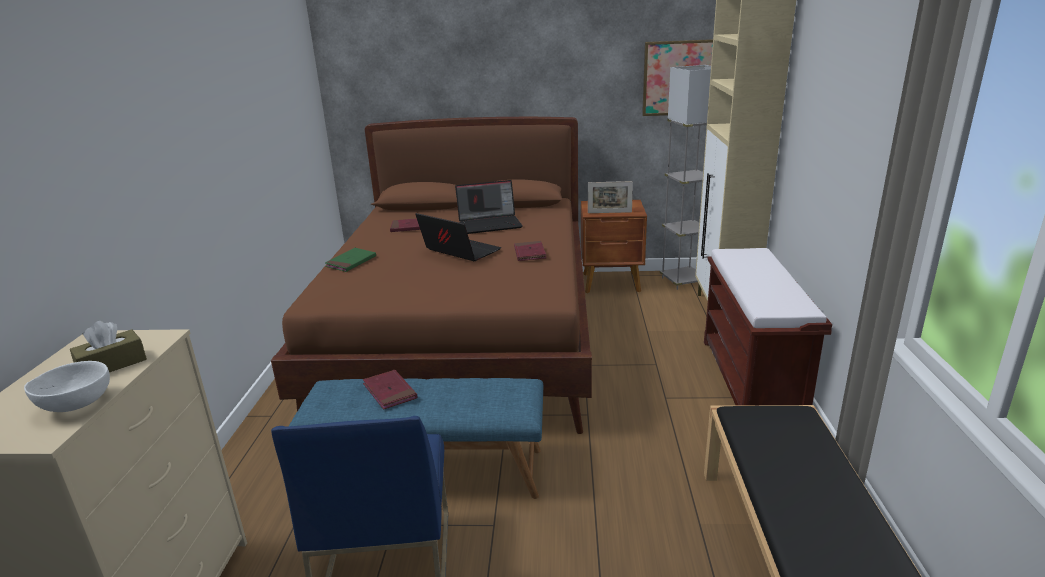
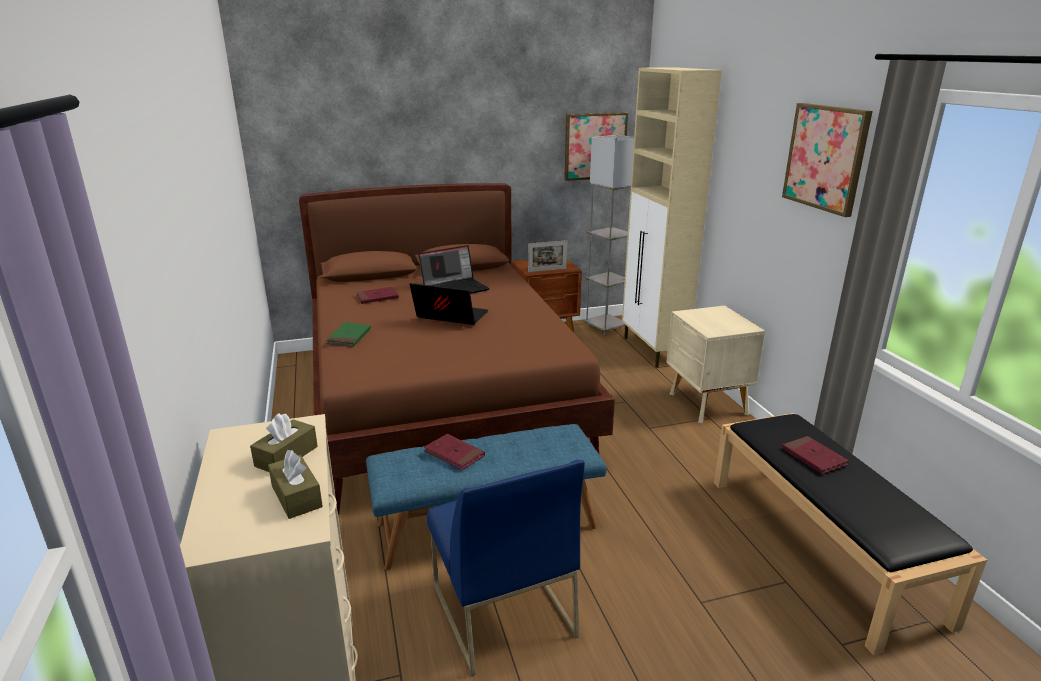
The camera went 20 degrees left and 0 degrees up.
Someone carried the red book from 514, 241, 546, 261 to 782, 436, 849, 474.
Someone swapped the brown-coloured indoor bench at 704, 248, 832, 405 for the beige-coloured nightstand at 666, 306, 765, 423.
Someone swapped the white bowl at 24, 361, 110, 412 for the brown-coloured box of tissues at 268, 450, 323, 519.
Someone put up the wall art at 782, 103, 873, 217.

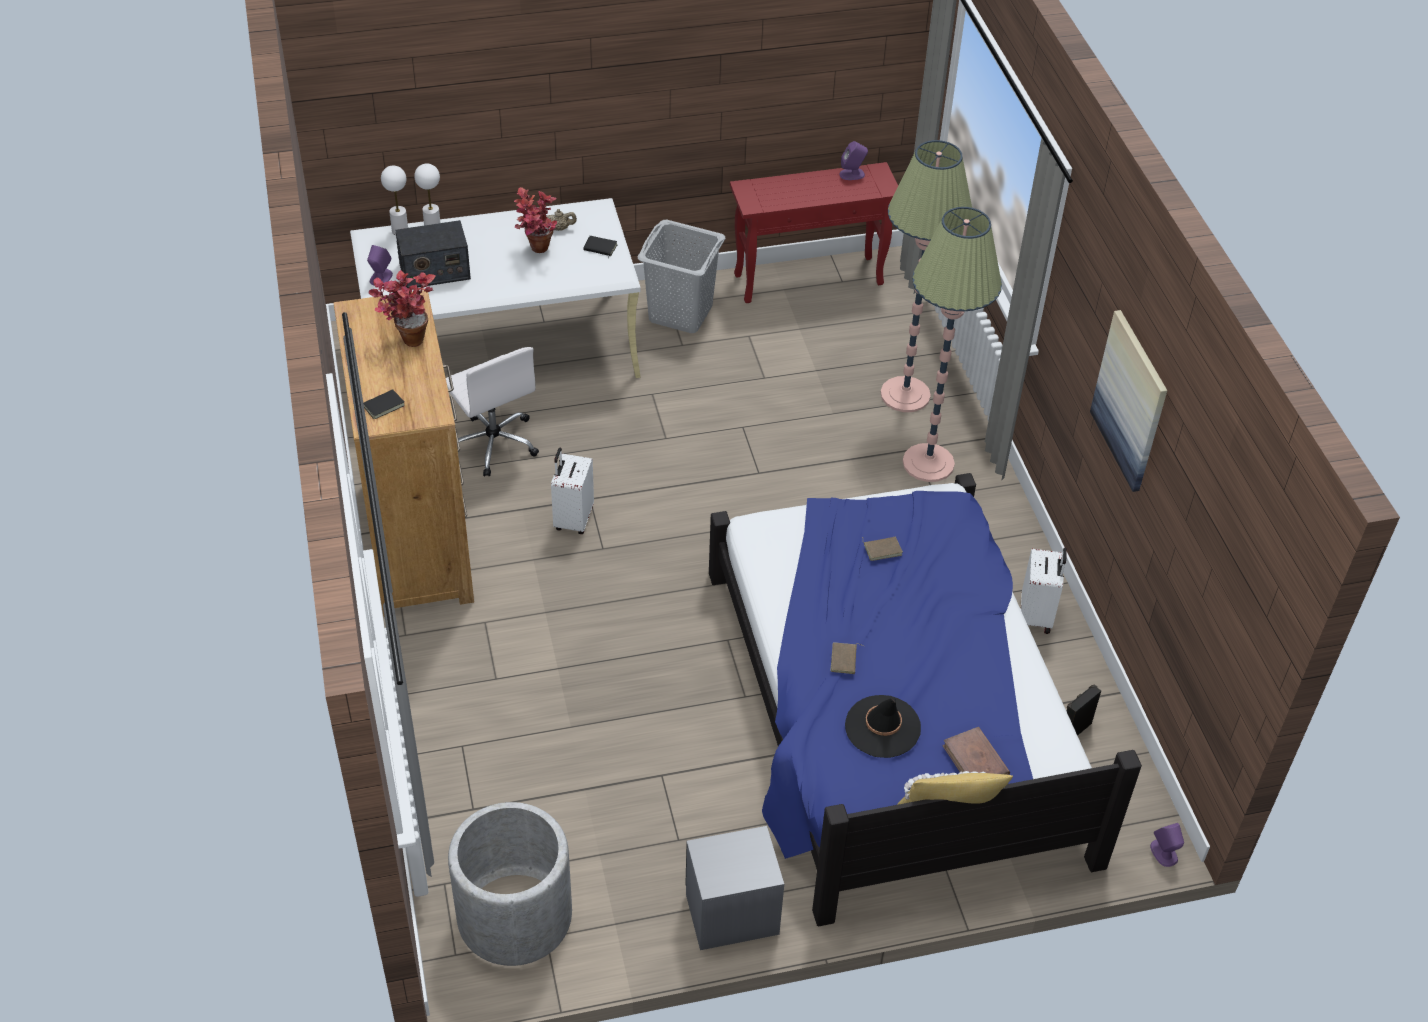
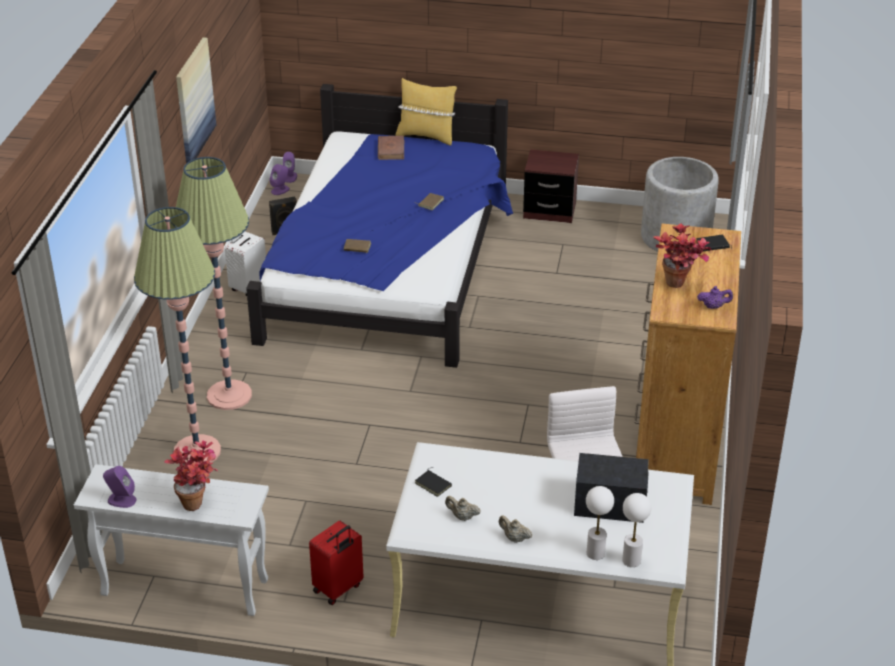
The camera went 155 degrees left and 10 degrees down.
Someone repainted the red hall table at 730, 162, 898, 303, which became the white hall table at 74, 464, 269, 616.
Someone carried the plant in a pot from 514, 187, 557, 253 to 164, 440, 218, 511.
Someone swapped the greyish laundry basket at 638, 220, 725, 333 for the red piece of luggage at 309, 521, 363, 605.
Someone carried the purple loudspeaker from 367, 245, 393, 285 to 269, 164, 290, 195.
Someone took away the white piece of luggage at 551, 448, 594, 534.
Someone took away the black hat at 845, 695, 921, 758.
Someone repainted the greyish nightstand at 685, 826, 784, 950, which became the brown-coloured nightstand at 523, 149, 579, 223.
Someone put down the purple tea pot at 697, 286, 733, 309.
Someone put down the beige-coloured tea pot at 499, 515, 532, 543.

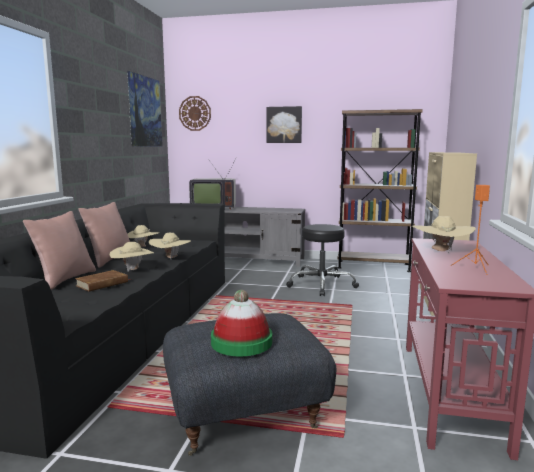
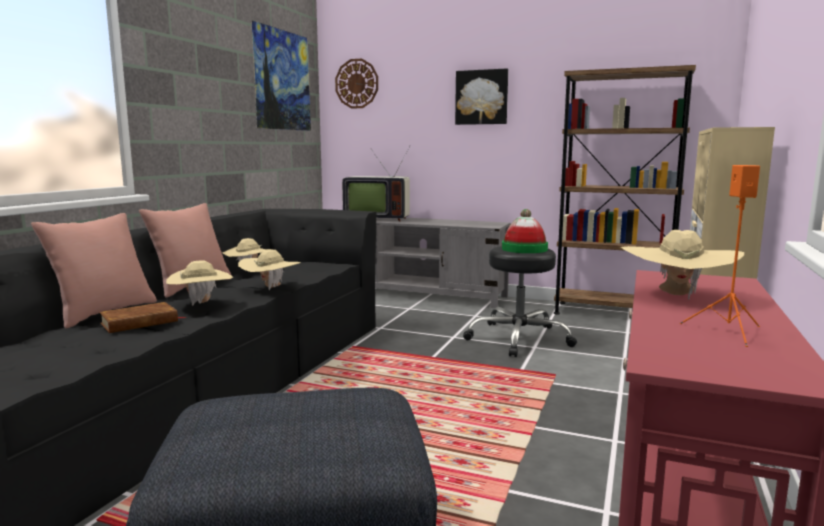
The camera went 10 degrees right and 0 degrees up.
Someone carried the hat from 211, 290, 272, 357 to 502, 209, 548, 253.

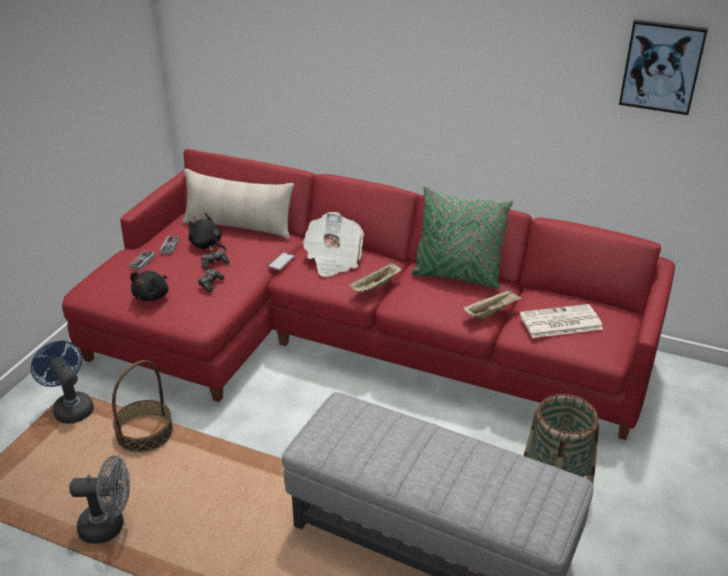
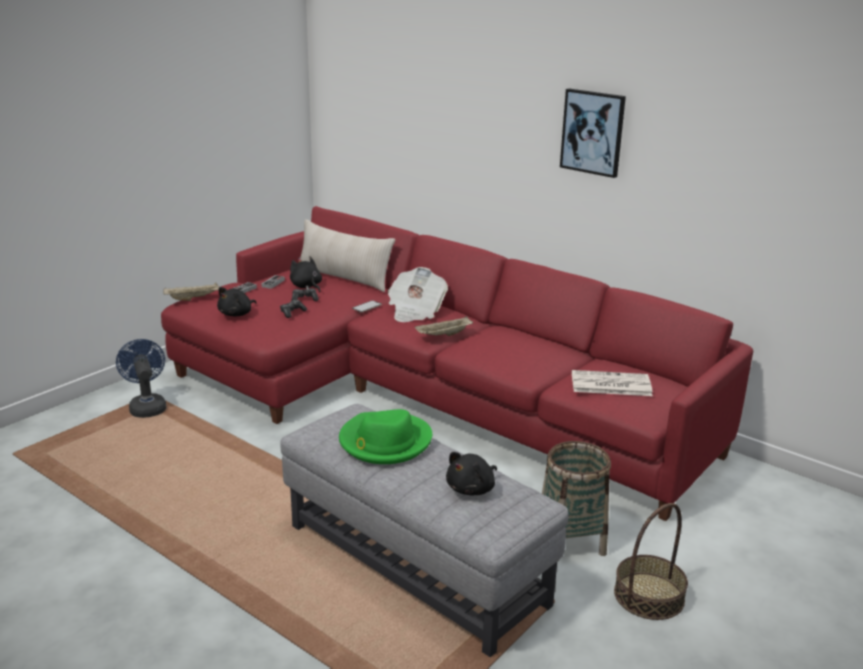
The camera went 15 degrees right and 10 degrees down.
Someone carried the wall art from 619, 19, 708, 115 to 560, 89, 626, 178.
Someone took away the green-coloured throw pillow at 411, 186, 513, 289.
Someone carried the beige-coloured tray from 463, 288, 523, 318 to 163, 283, 219, 301.
Someone carried the storage basket from 112, 360, 173, 453 to 614, 503, 688, 620.
Someone took away the greyish electric fan at 69, 455, 130, 544.
Someone put down the green-coloured hat at 339, 409, 432, 464.
Someone put down the black cuddly toy at 446, 452, 497, 495.

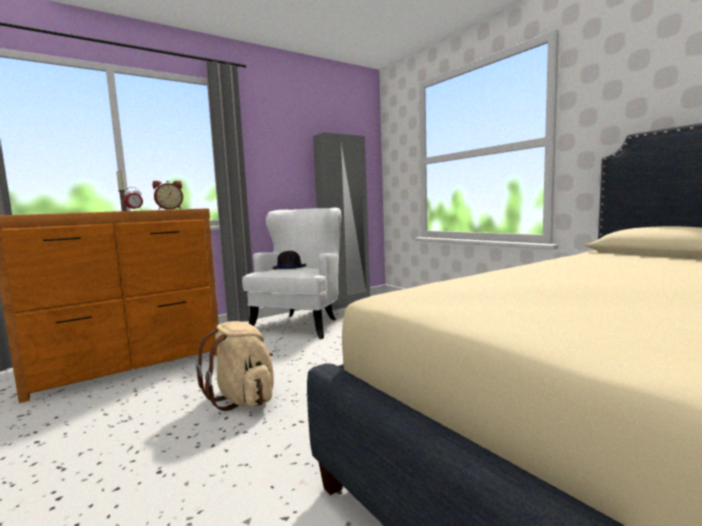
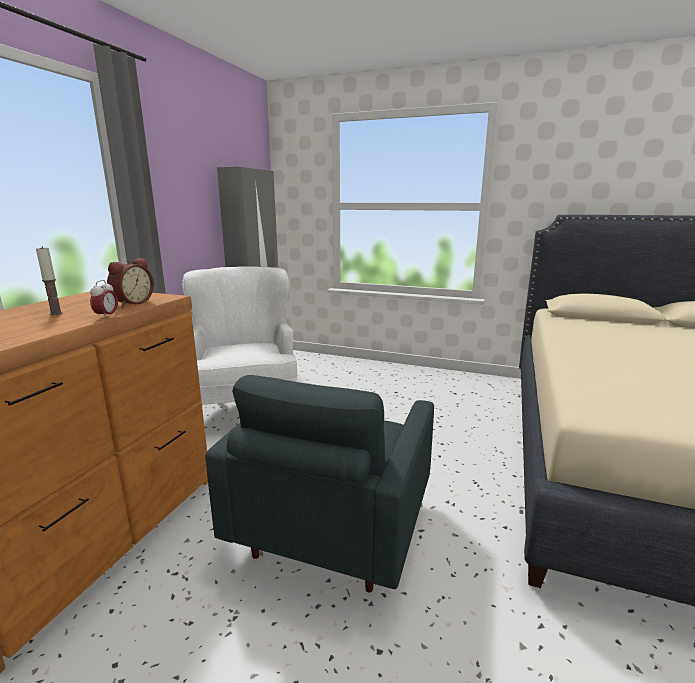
The camera went 35 degrees left and 10 degrees up.
Someone took away the black hat at 273, 251, 307, 270.
Someone swapped the beige-coloured rucksack at 196, 321, 274, 411 for the greyish armchair at 205, 375, 434, 592.

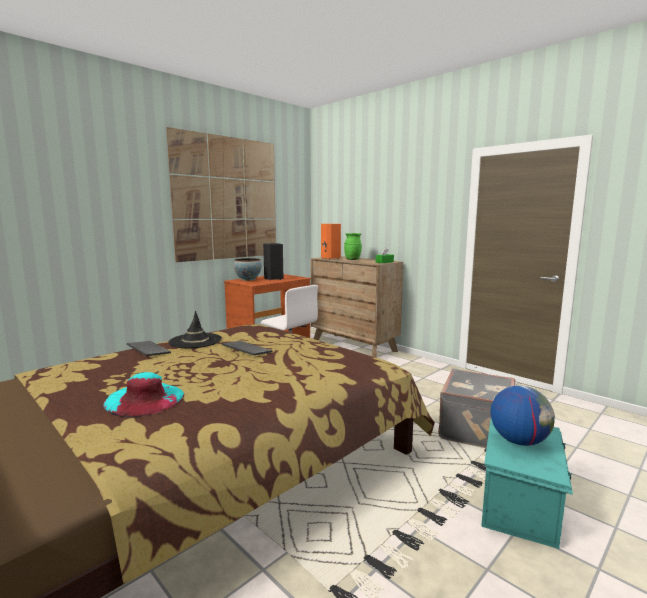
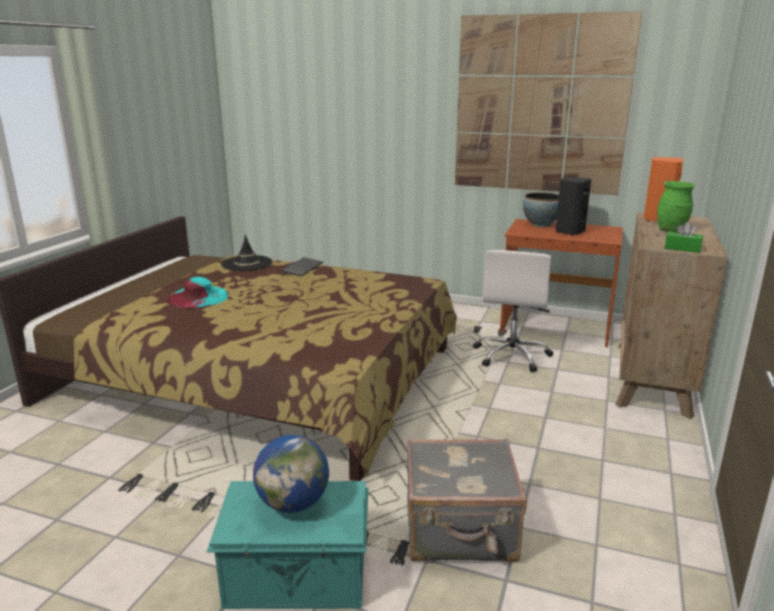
The camera went 65 degrees right and 10 degrees up.
Someone carried the black hat from 168, 311, 222, 348 to 221, 234, 272, 271.
Someone took away the keyboard at 222, 341, 273, 355.

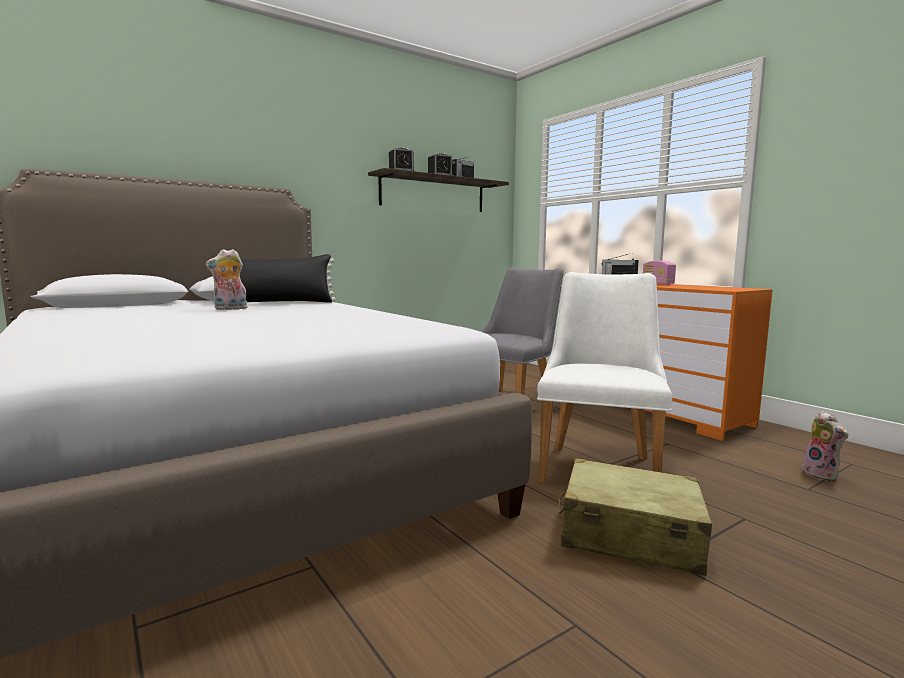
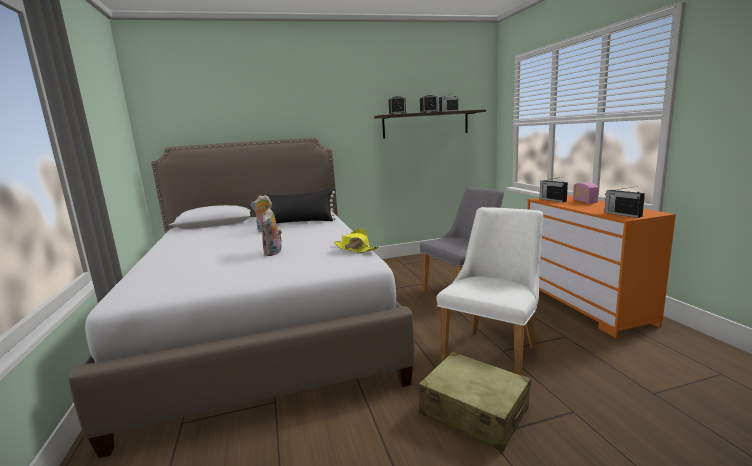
The camera went 20 degrees right and 5 degrees up.
Someone carried the cuddly toy from 802, 411, 849, 481 to 262, 208, 283, 256.
Someone put down the radio set at 605, 186, 645, 218.
Someone put down the yellow-coloured hat at 334, 228, 379, 253.

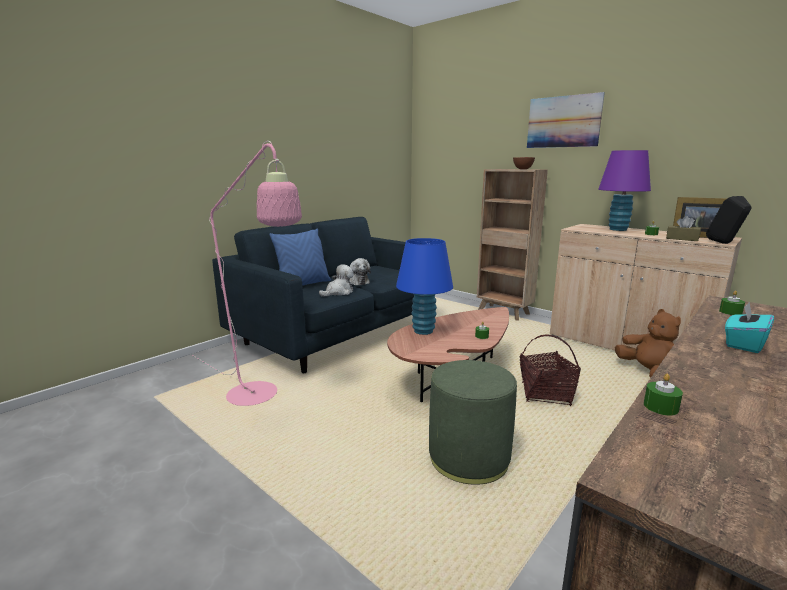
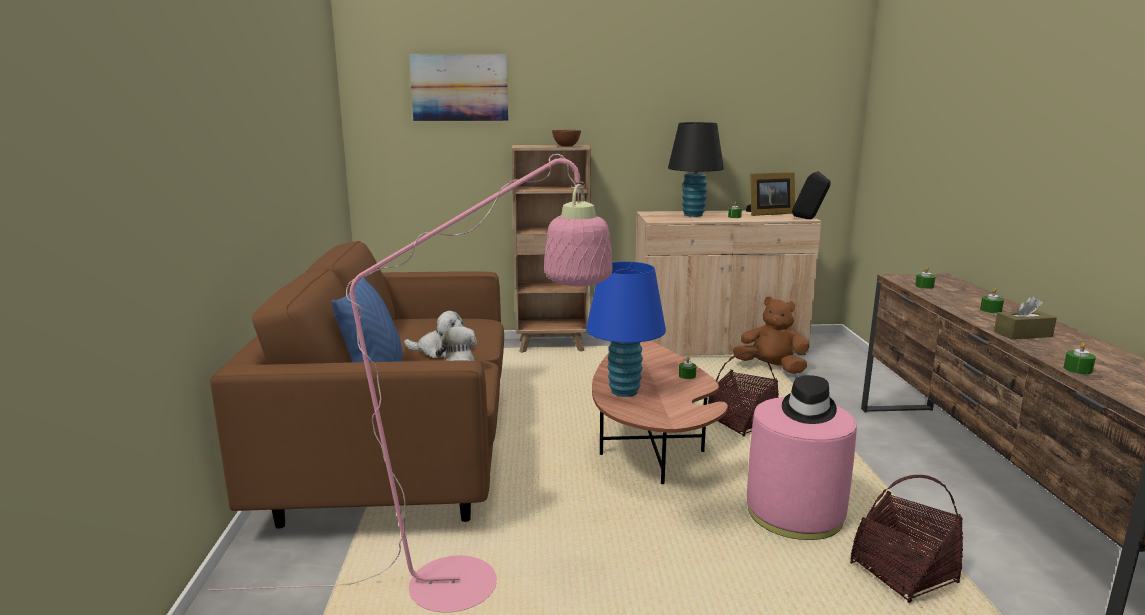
The camera went 45 degrees left and 0 degrees up.
Someone carried the wall art from 527, 92, 605, 148 to 409, 55, 508, 121.
Someone repainted the purple table lamp at 598, 150, 651, 231, which became the black table lamp at 668, 122, 724, 217.
Someone carried the brown-coloured box of tissues from 666, 216, 701, 241 to 994, 296, 1057, 339.
Someone repainted the blue-coloured couch at 212, 217, 414, 373, which became the brown-coloured couch at 210, 241, 504, 528.
Someone swapped the turquoise-coloured box of tissues at 725, 302, 774, 353 for the green-coloured wax light at 980, 288, 1004, 313.
Someone repainted the green-coloured footrest at 429, 360, 517, 485, which became the pink-coloured footrest at 747, 397, 857, 540.
Someone put down the black hat at 782, 375, 837, 424.
Someone put down the storage basket at 850, 475, 963, 603.

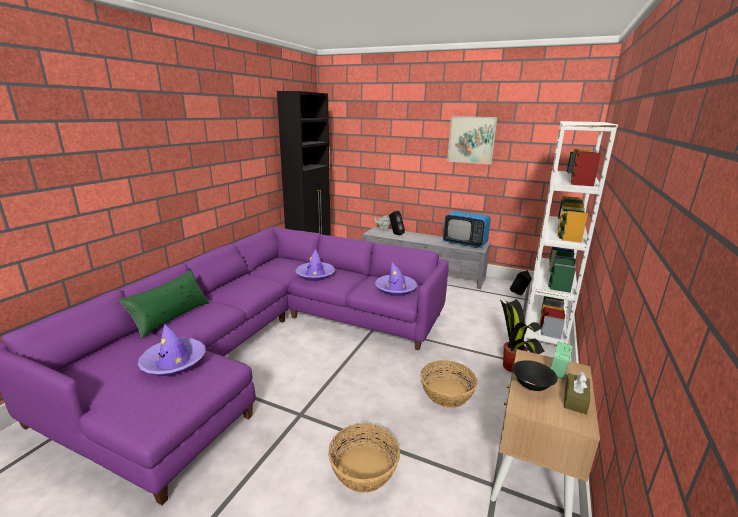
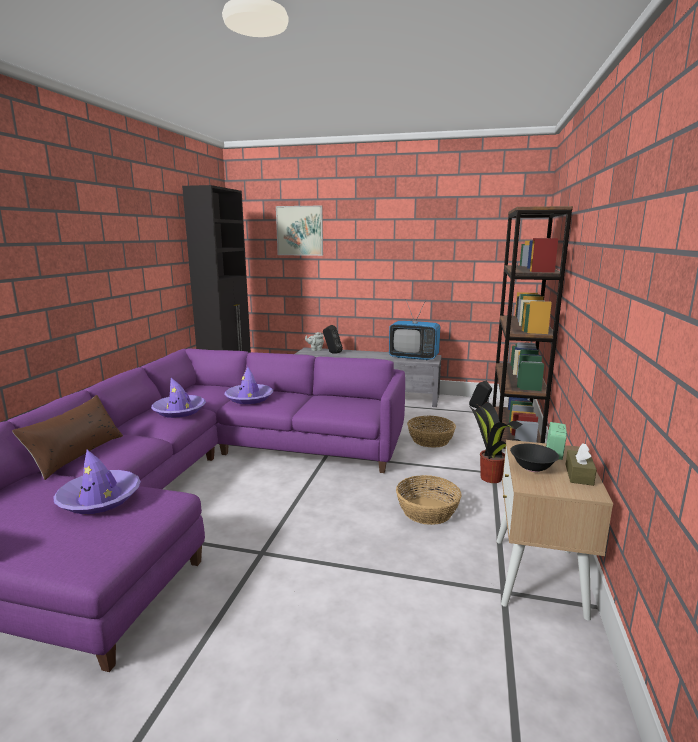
The camera went 10 degrees left and 5 degrees down.
Someone carried the wall art from 447, 116, 498, 164 to 276, 205, 323, 256.
Someone repainted the white bookcase at 524, 121, 618, 345, which became the brown-coloured bookcase at 492, 206, 573, 449.
Someone carried the purple hat from 375, 262, 417, 296 to 151, 378, 206, 418.
Someone repainted the green-coloured throw pillow at 119, 269, 210, 338, which became the brown-coloured throw pillow at 12, 395, 123, 480.
Someone carried the storage basket from 328, 423, 400, 493 to 407, 416, 456, 448.

